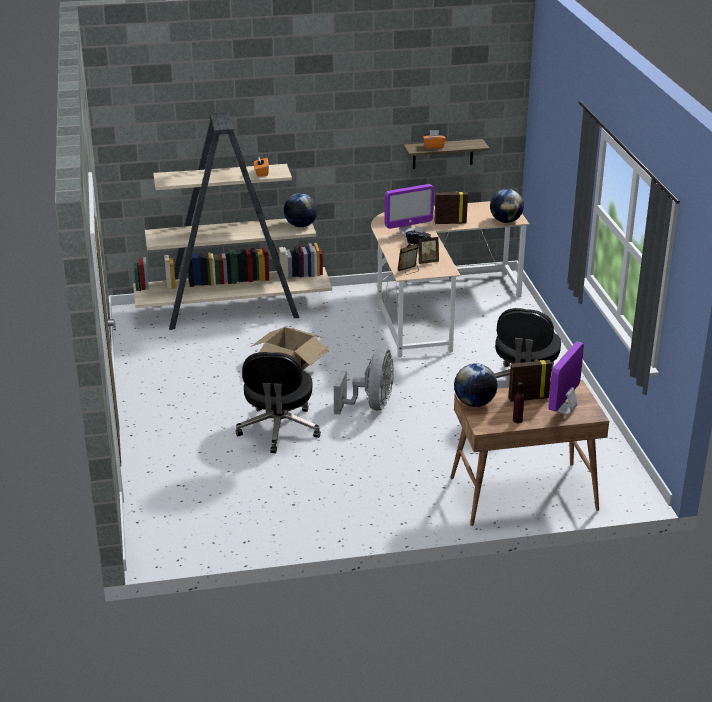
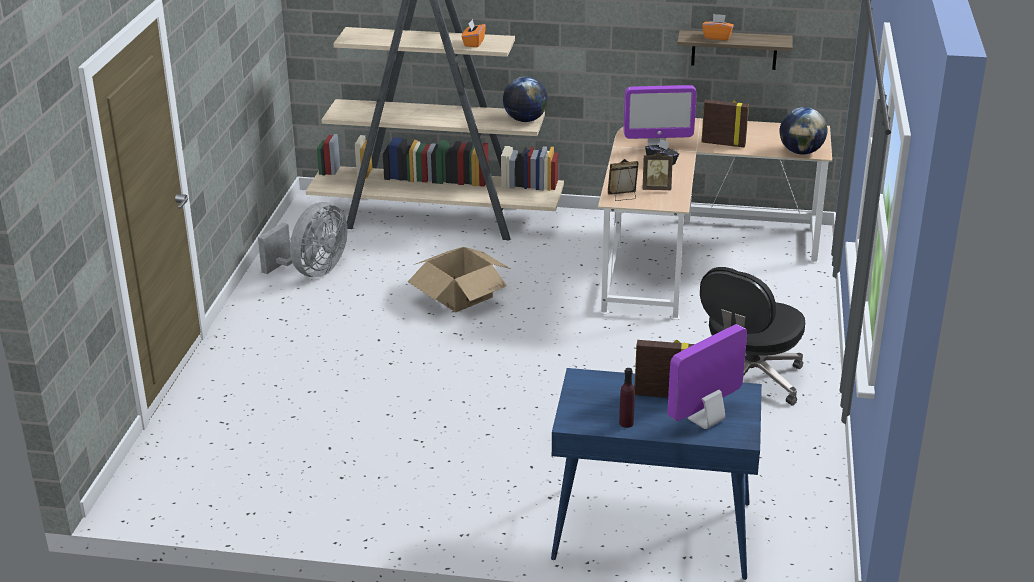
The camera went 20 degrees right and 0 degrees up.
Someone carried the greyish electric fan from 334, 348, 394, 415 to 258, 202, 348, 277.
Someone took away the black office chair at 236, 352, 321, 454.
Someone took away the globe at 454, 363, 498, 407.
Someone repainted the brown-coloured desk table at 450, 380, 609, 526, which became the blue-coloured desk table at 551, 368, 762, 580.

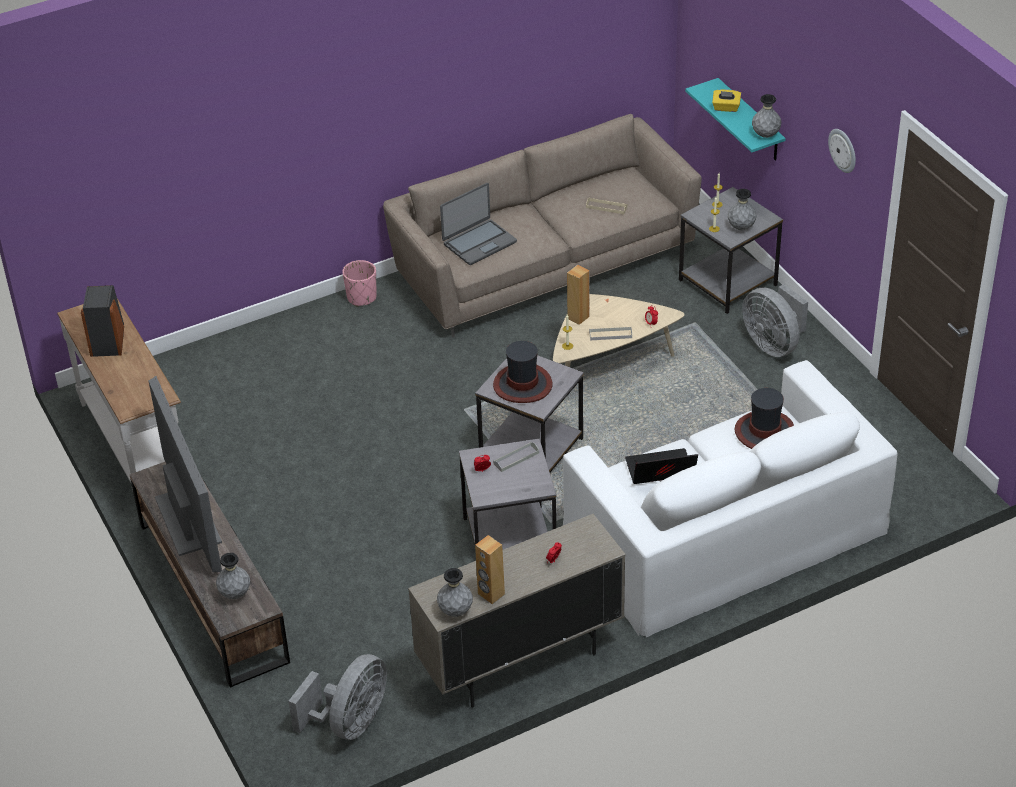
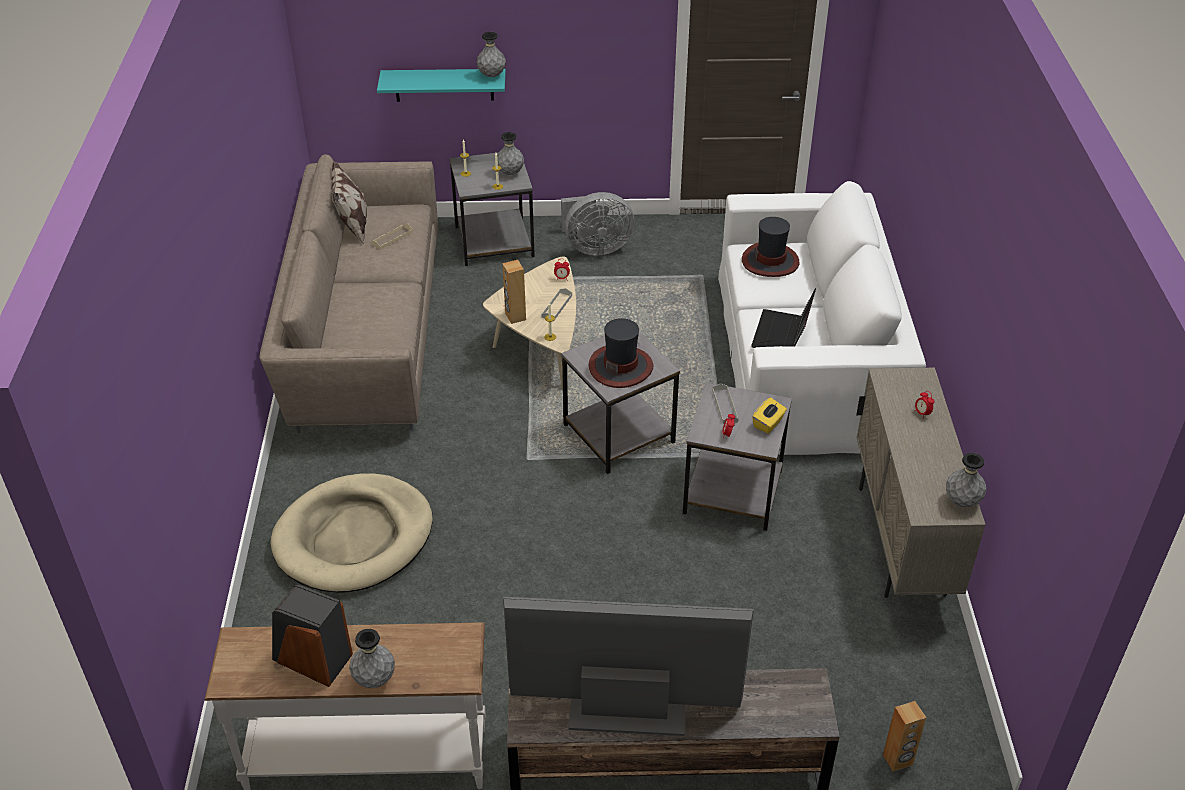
The camera went 65 degrees left and 0 degrees up.
Someone carried the yellow-coloured box of tissues from 712, 89, 741, 112 to 752, 397, 787, 434.
Someone took away the clock on the wall at 828, 129, 856, 173.
Someone took away the portable computer at 440, 183, 517, 265.
Someone took away the pink-coloured flower pot at 342, 260, 377, 307.
Someone carried the brown-coloured loudspeaker from 475, 535, 505, 604 to 883, 701, 926, 772.
Someone carried the greyish flower vase from 216, 553, 250, 599 to 349, 629, 395, 688.
Someone took away the greyish electric fan at 288, 654, 387, 740.
Someone put down the throw pillow at 331, 160, 367, 244.
Someone put down the beige-coloured dog bed at 270, 473, 433, 593.

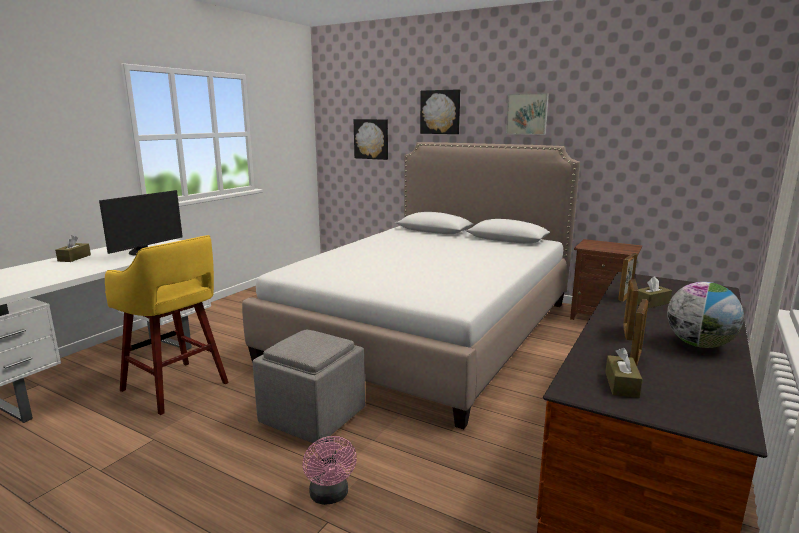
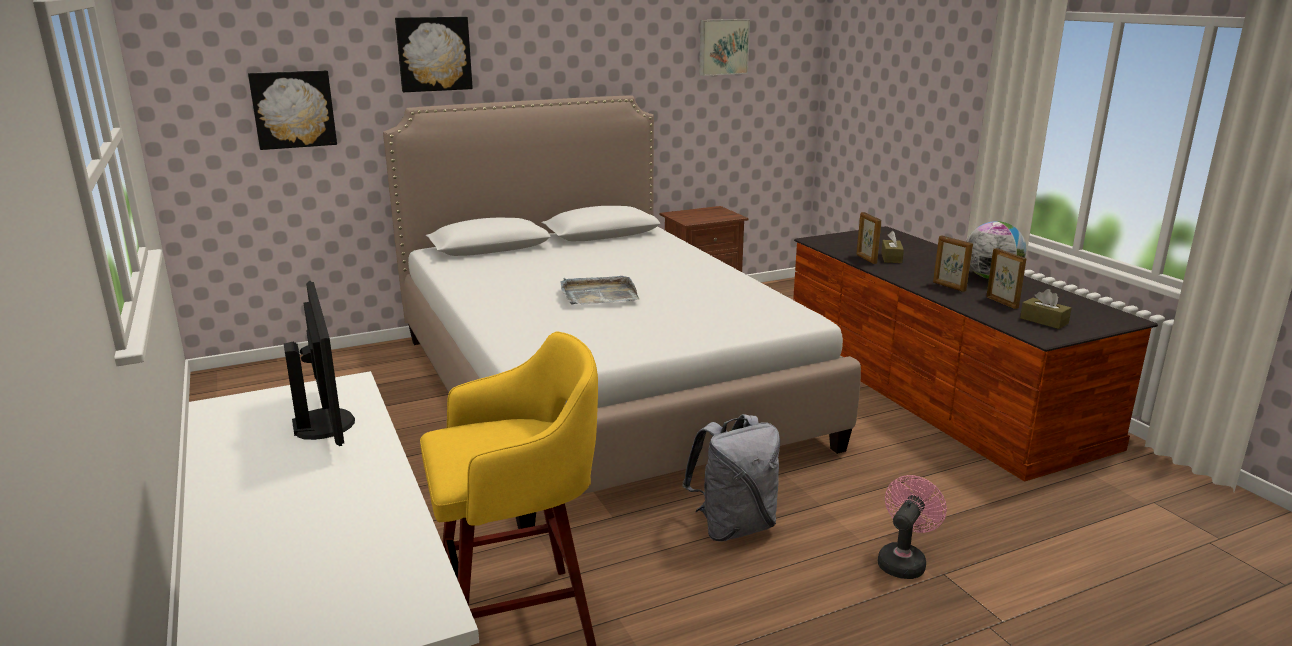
The camera went 55 degrees left and 5 degrees up.
Someone carried the wall art from 506, 93, 549, 135 to 699, 19, 750, 76.
Someone took away the brown-coloured box of tissues at 55, 235, 91, 262.
Someone swapped the greyish footrest at 252, 330, 365, 444 for the greyish rucksack at 682, 414, 780, 542.
Someone rotated the pink-coloured electric fan at 303, 434, 357, 505 by 75 degrees counterclockwise.
Someone put down the greyish tray at 561, 276, 639, 305.

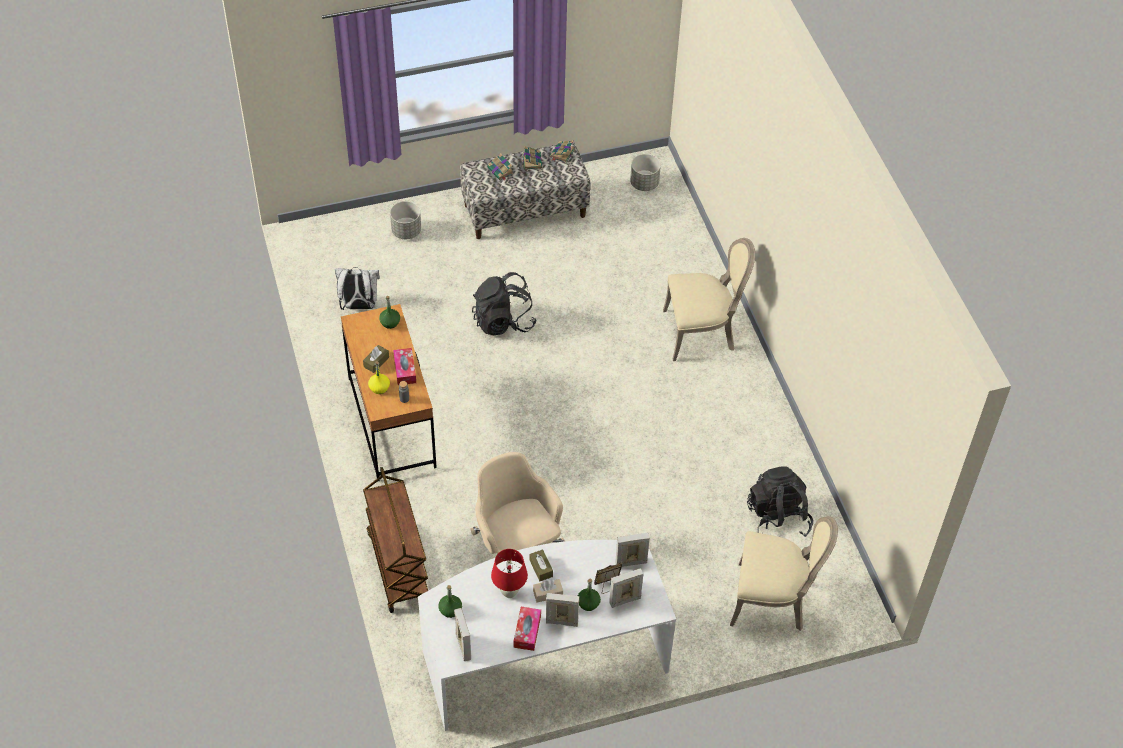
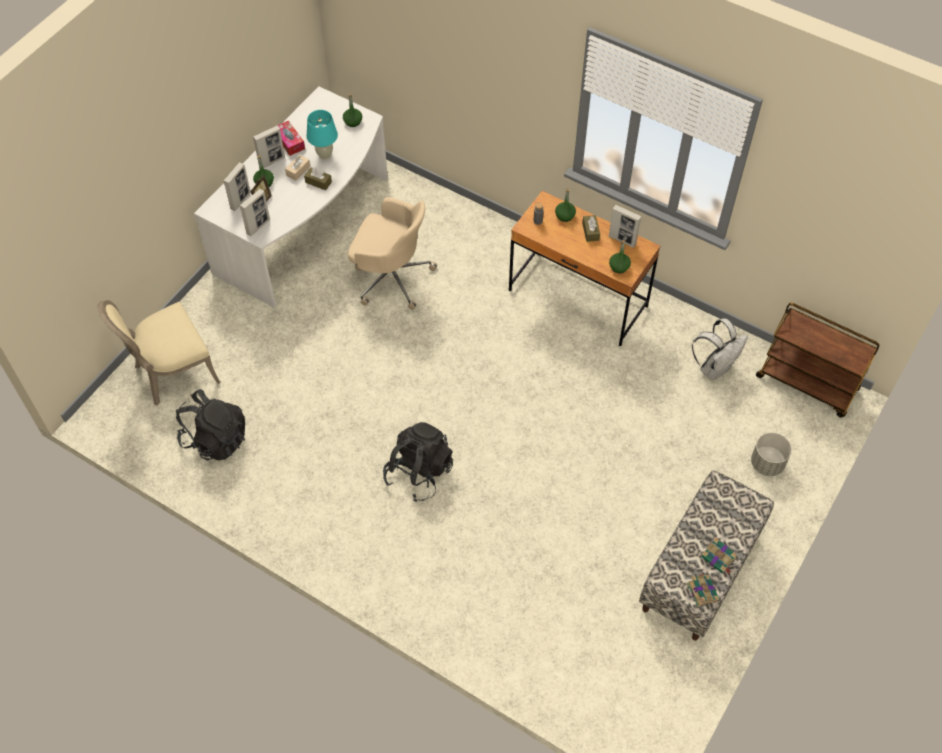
The camera went 140 degrees right and 5 degrees up.
Someone took away the book at 487, 153, 514, 180.
Someone took away the greyish flower pot at 630, 154, 661, 191.
Someone took away the beige-coloured plain chair at 663, 238, 755, 361.
Someone carried the black rucksack from 472, 272, 537, 335 to 383, 422, 453, 502.
Someone took away the box of tissues at 393, 348, 416, 385.
Someone repainted the yellow-coloured drink bottle at 368, 361, 390, 394, which became the green-coloured drink bottle at 555, 188, 576, 222.
Someone carried the brown-coloured wheeled cart from 363, 467, 428, 613 to 756, 303, 879, 418.
Someone repainted the red table lamp at 491, 549, 528, 598, which became the turquoise-coloured table lamp at 307, 110, 338, 159.
Someone carried the standing frame from 454, 608, 471, 661 to 609, 205, 642, 248.

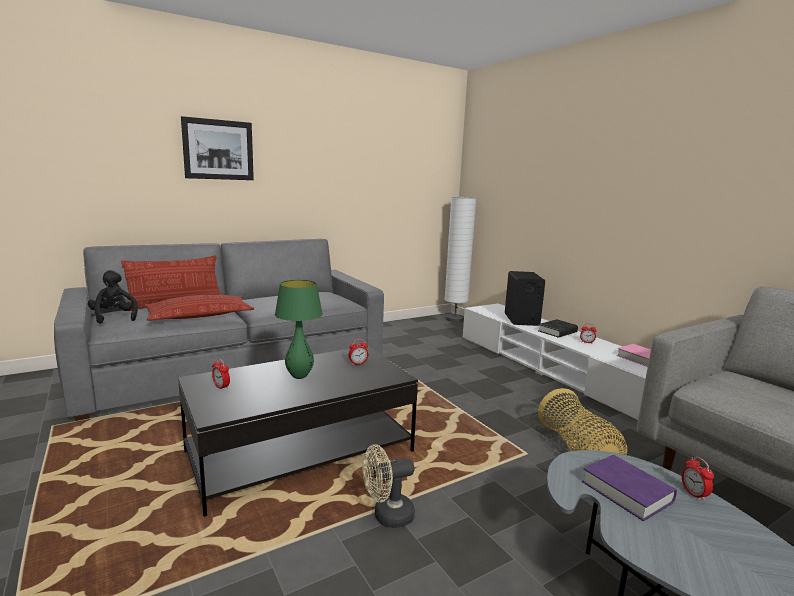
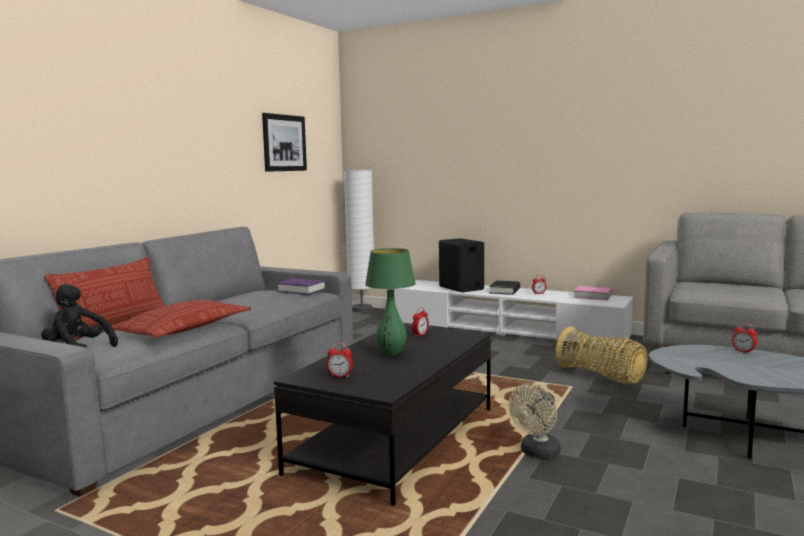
The camera went 30 degrees left and 5 degrees down.
Someone carried the wall art from 181, 116, 254, 180 to 262, 113, 307, 172.
Someone carried the purple book from 582, 455, 677, 521 to 277, 278, 326, 295.

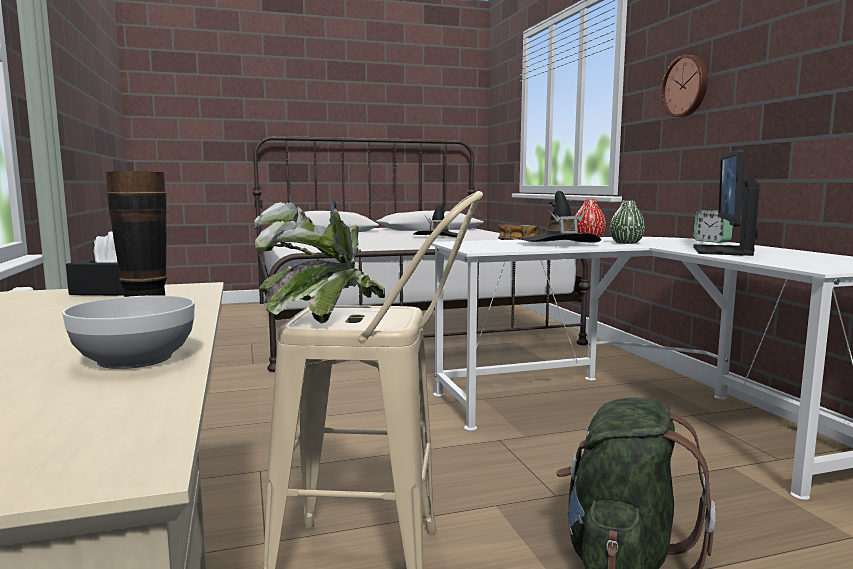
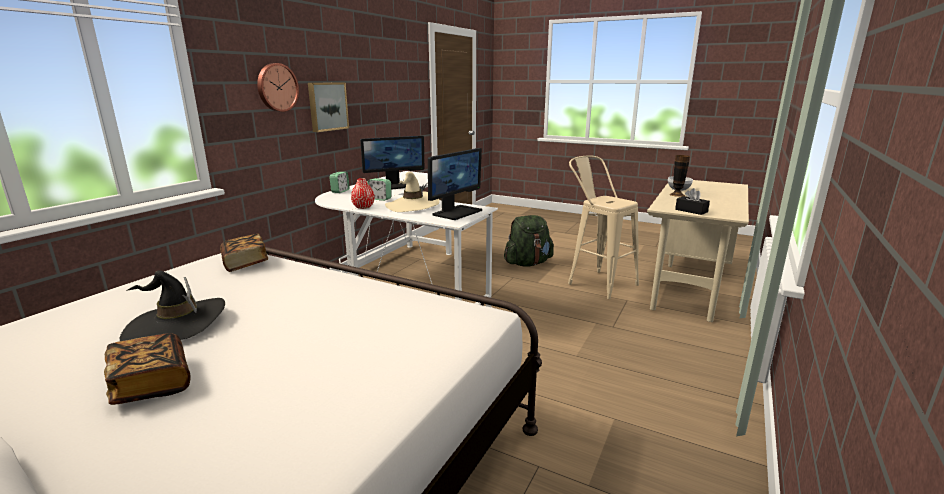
The camera went 135 degrees left and 10 degrees up.
Someone repainted the black hat at 518, 191, 601, 243, which became the beige-coloured hat at 385, 172, 440, 212.
Someone took away the plant in a pot at 254, 200, 385, 324.
Someone swapped the green-coloured flower vase at 610, 200, 645, 244 for the table clock at 368, 178, 392, 201.
Someone put up the wall art at 308, 82, 349, 132.
Someone put down the monitor at 428, 148, 482, 220.
Someone put down the book at 104, 333, 191, 405.

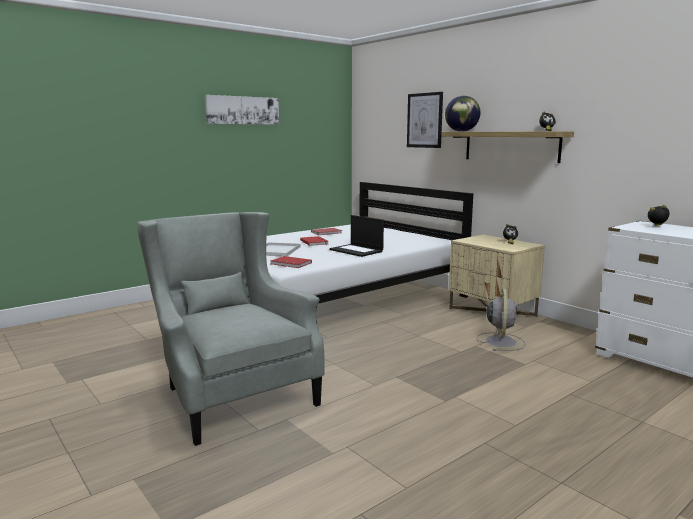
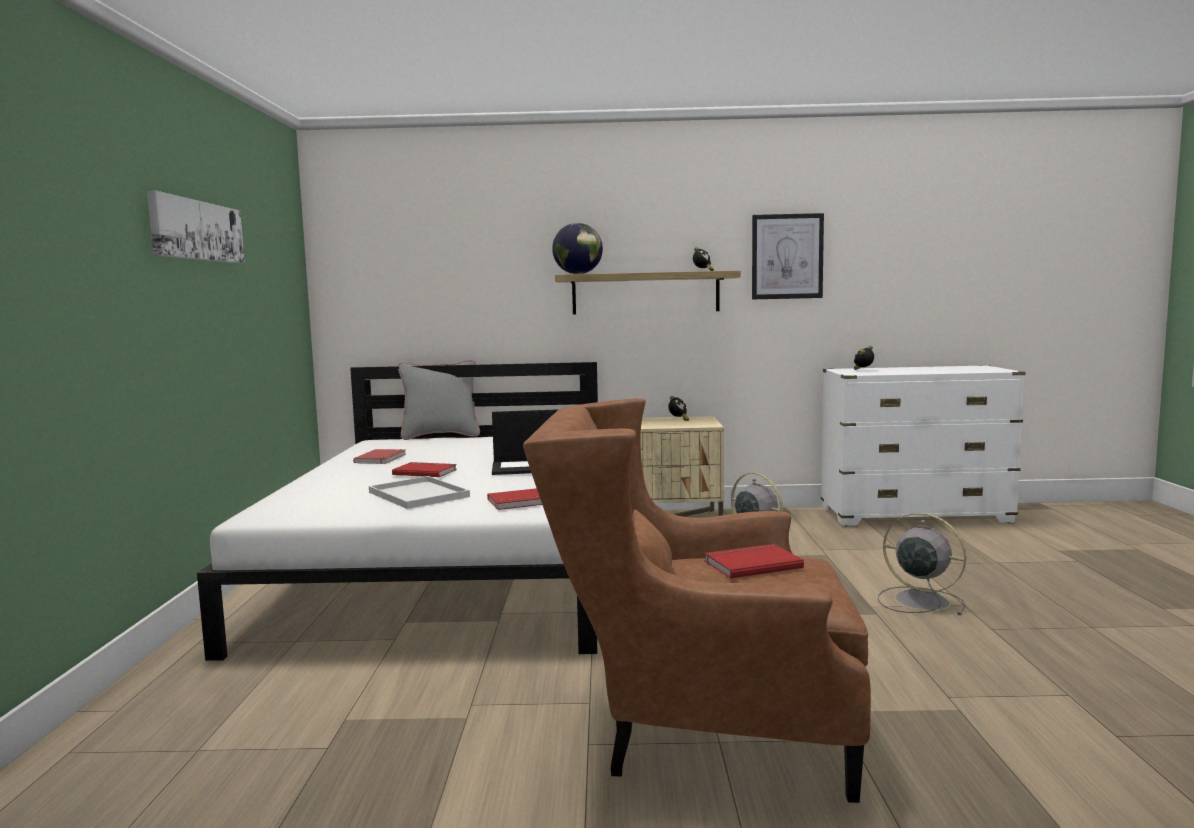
The camera went 50 degrees left and 5 degrees down.
Someone carried the wall art from 407, 92, 443, 148 to 752, 213, 824, 299.
Someone repainted the greyish armchair at 137, 212, 325, 446, which became the brown-coloured armchair at 523, 398, 871, 803.
Someone put down the greyish throw pillow at 398, 360, 480, 440.
Someone put down the greyish electric fan at 878, 513, 966, 615.
Someone put down the red book at 704, 544, 804, 579.

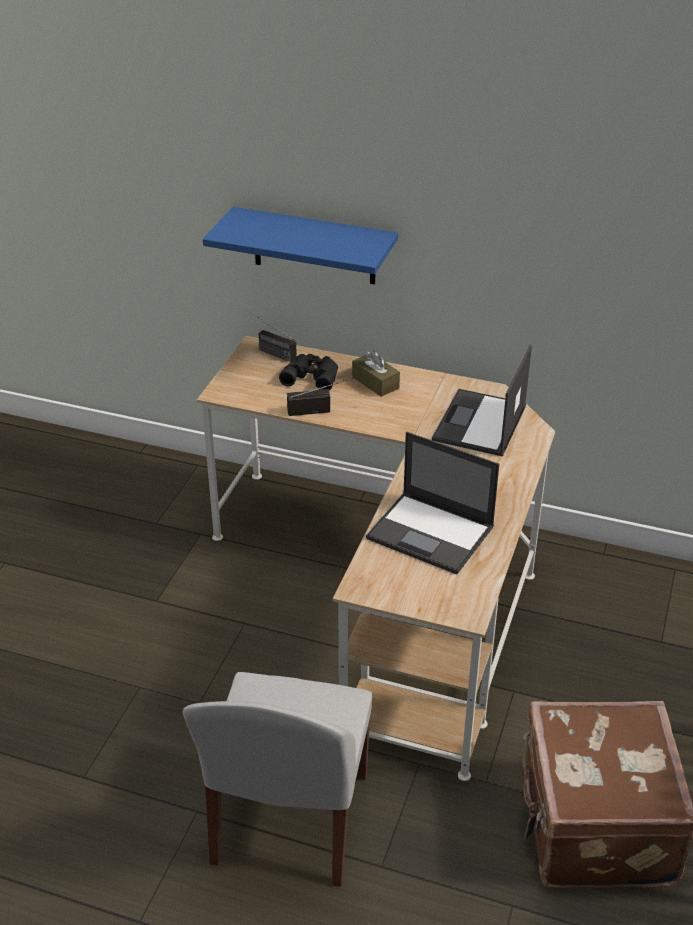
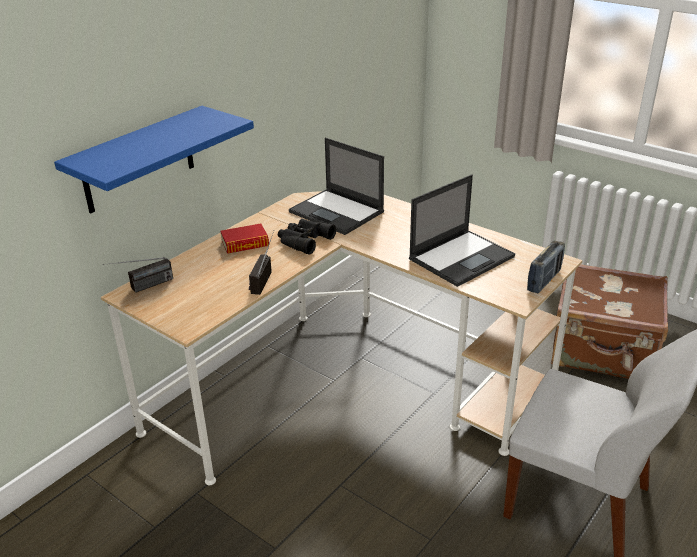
The camera went 70 degrees left and 5 degrees down.
Someone swapped the brown-coloured box of tissues at 352, 350, 400, 397 for the book at 220, 224, 269, 254.
Someone carried the black pair of binoculars from 279, 354, 338, 391 to 278, 219, 336, 255.
Someone put down the radio set at 527, 241, 565, 293.

